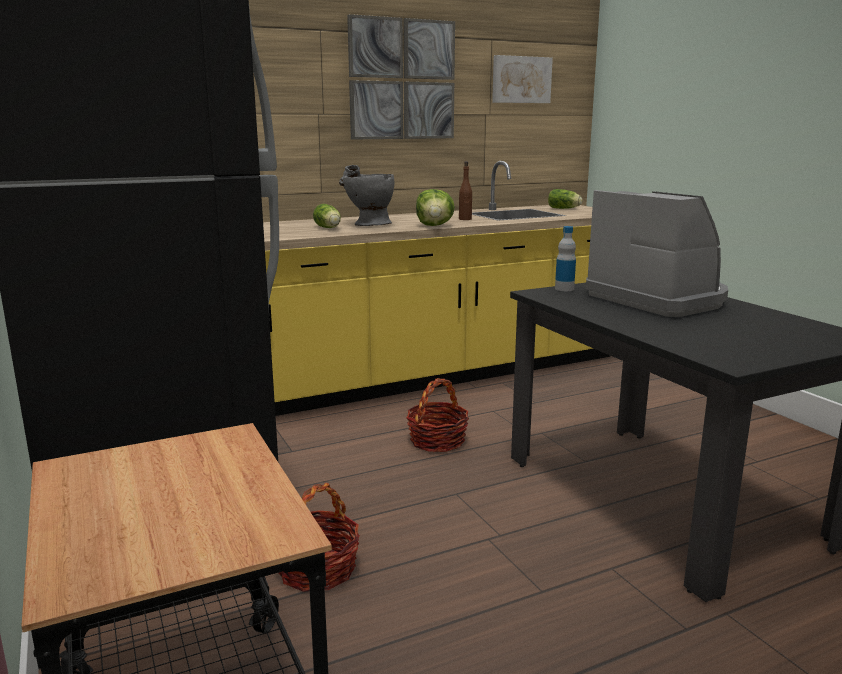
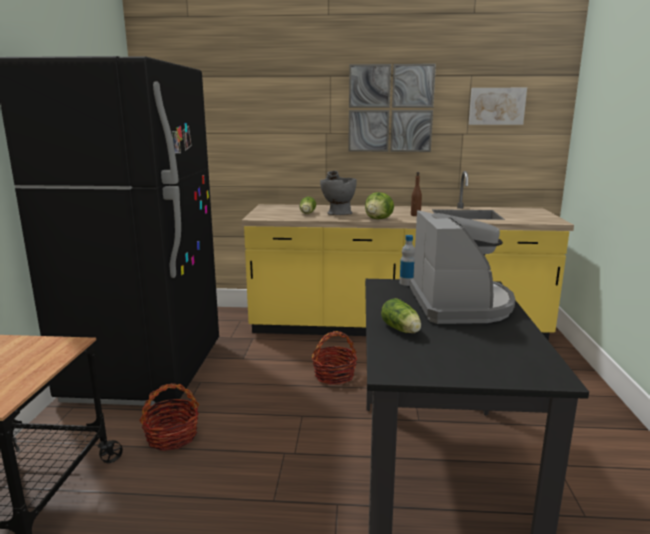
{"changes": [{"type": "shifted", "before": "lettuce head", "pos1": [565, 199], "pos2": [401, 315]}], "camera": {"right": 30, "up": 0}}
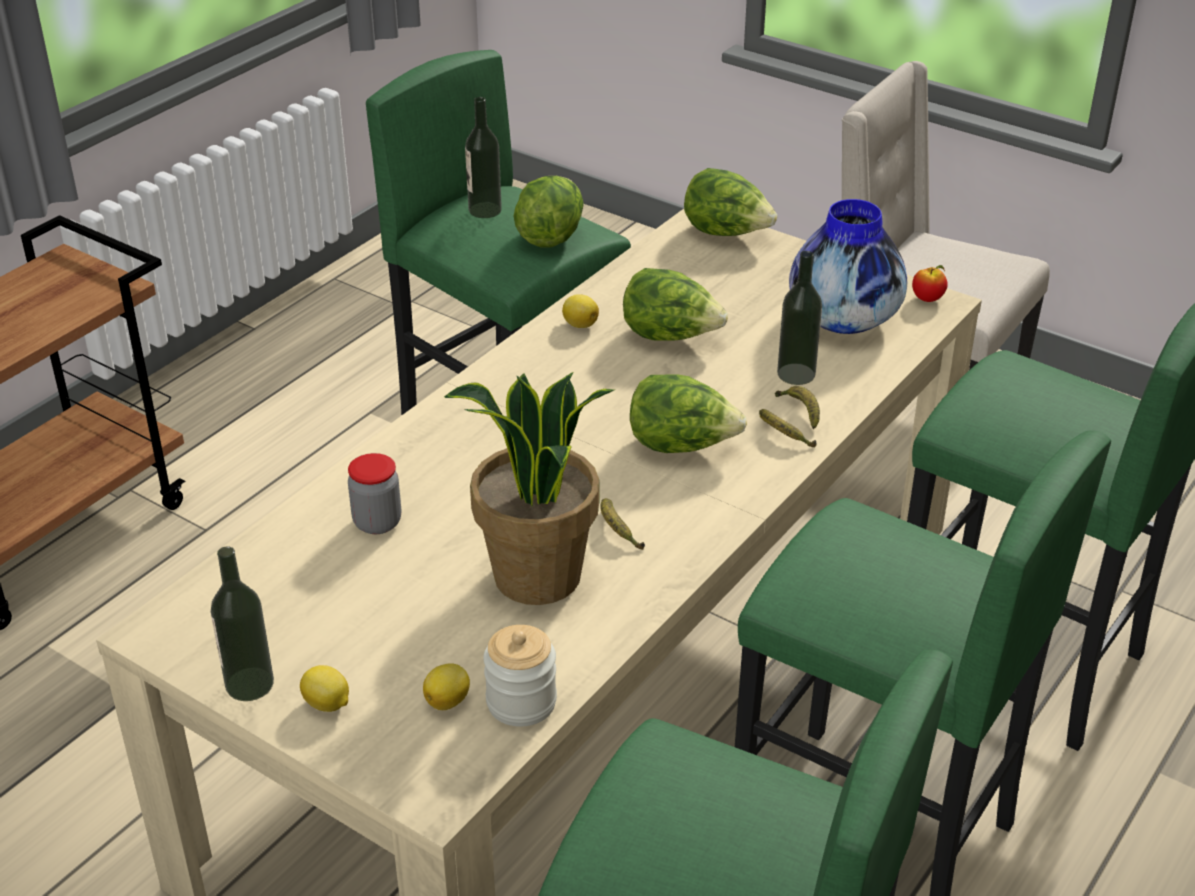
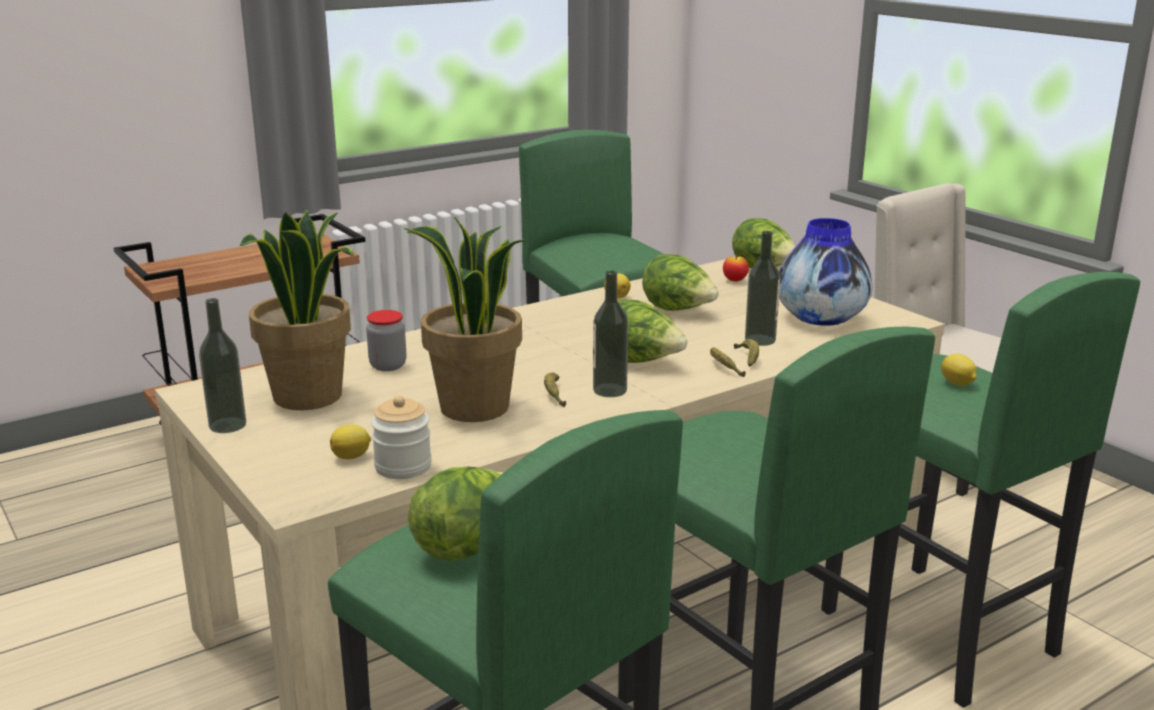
{"changes": [{"type": "new", "after": "potted plant", "pos2": [296, 310]}, {"type": "shifted", "before": "lettuce head", "pos1": [548, 212], "pos2": [455, 513]}, {"type": "shifted", "before": "drink bottle", "pos1": [483, 157], "pos2": [610, 333]}, {"type": "shifted", "before": "whole apple", "pos1": [930, 283], "pos2": [736, 267]}, {"type": "shifted", "before": "citrus fruit", "pos1": [324, 688], "pos2": [959, 370]}], "camera": {"right": 20, "up": -15}}
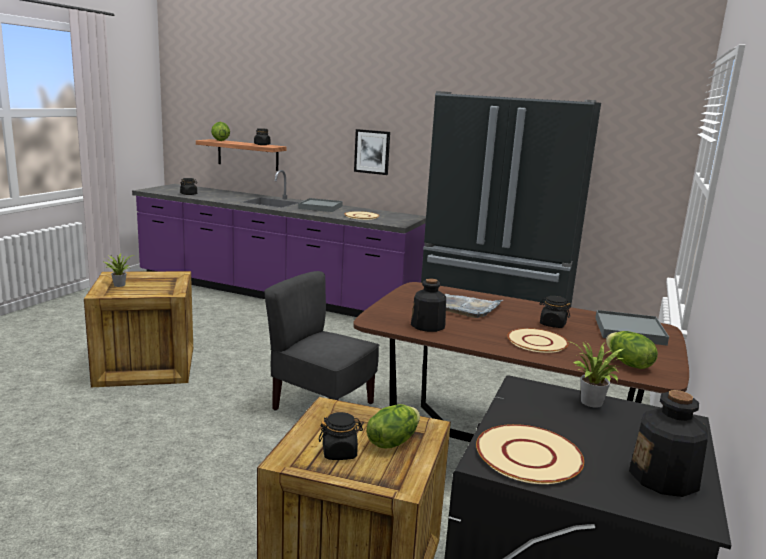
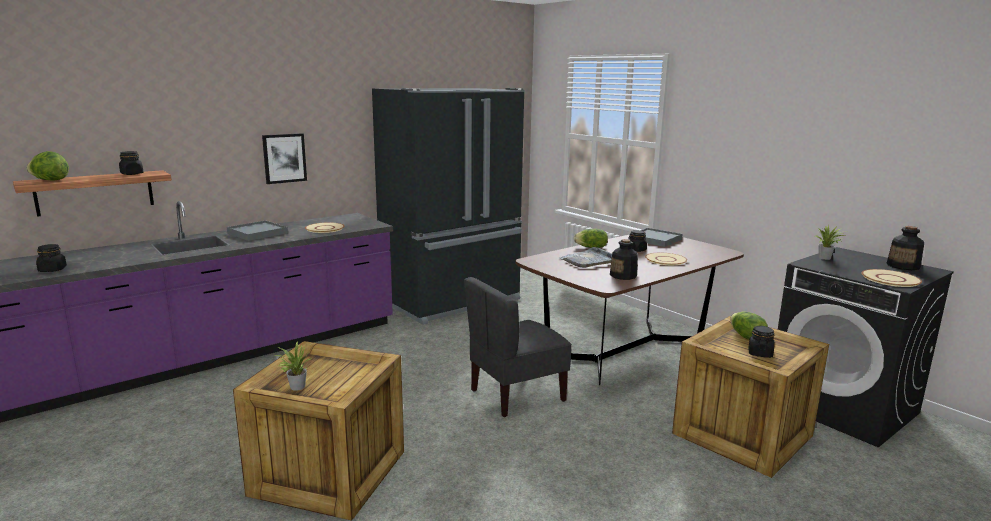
{"changes": [{"type": "shifted", "before": "lettuce head", "pos1": [632, 350], "pos2": [591, 238]}], "camera": {"right": -60, "up": 0}}
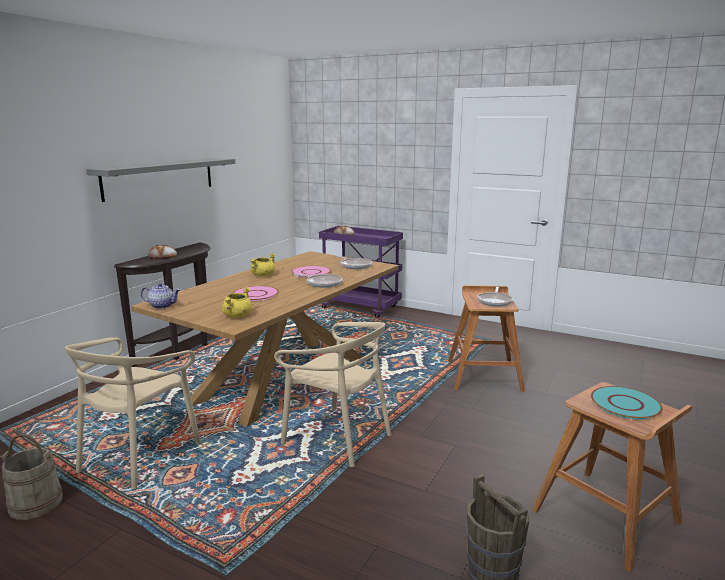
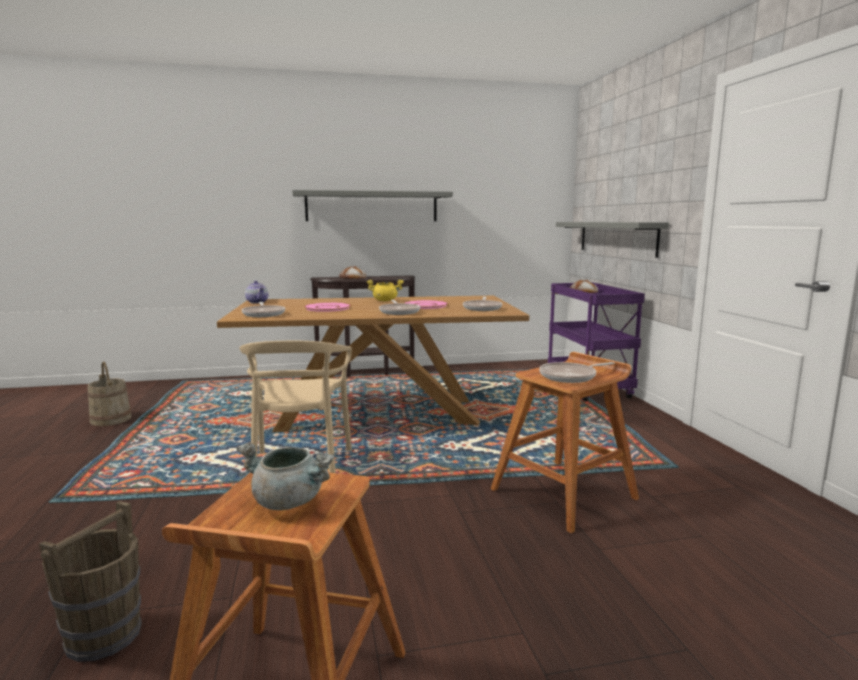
{"changes": [{"type": "swapped", "before": "dinner plate (blue-green)", "after": "stockpot (gray)", "pos1": [627, 402], "pos2": [286, 476]}, {"type": "swapped", "before": "stockpot (yellowish)", "after": "skillet", "pos1": [236, 302], "pos2": [263, 309]}, {"type": "new", "after": "shelf (gray)", "pos2": [612, 240]}, {"type": "gone", "before": "chair (beige-coloured)", "pos1": [133, 413]}], "camera": {"right": 50, "up": -5}}
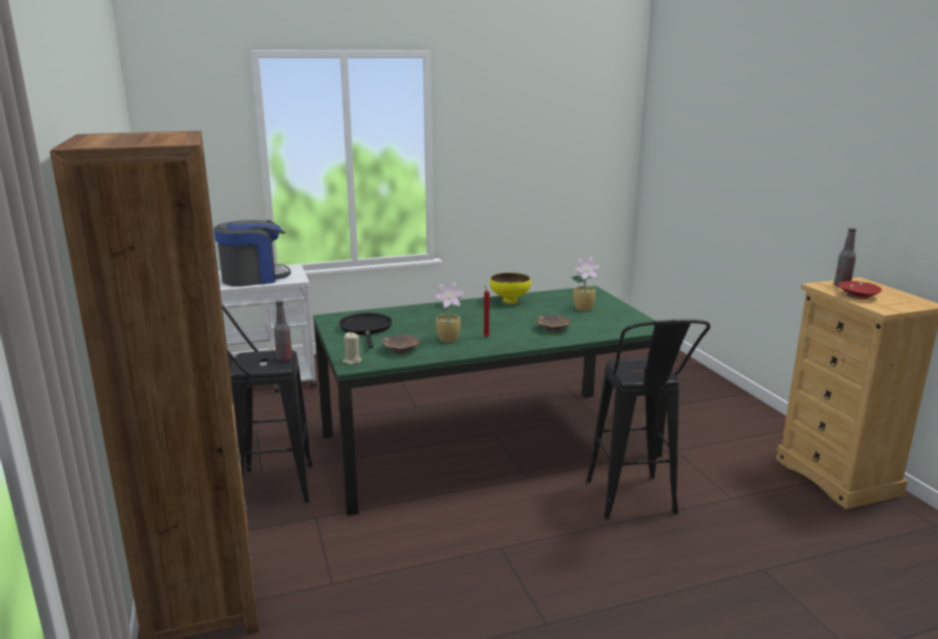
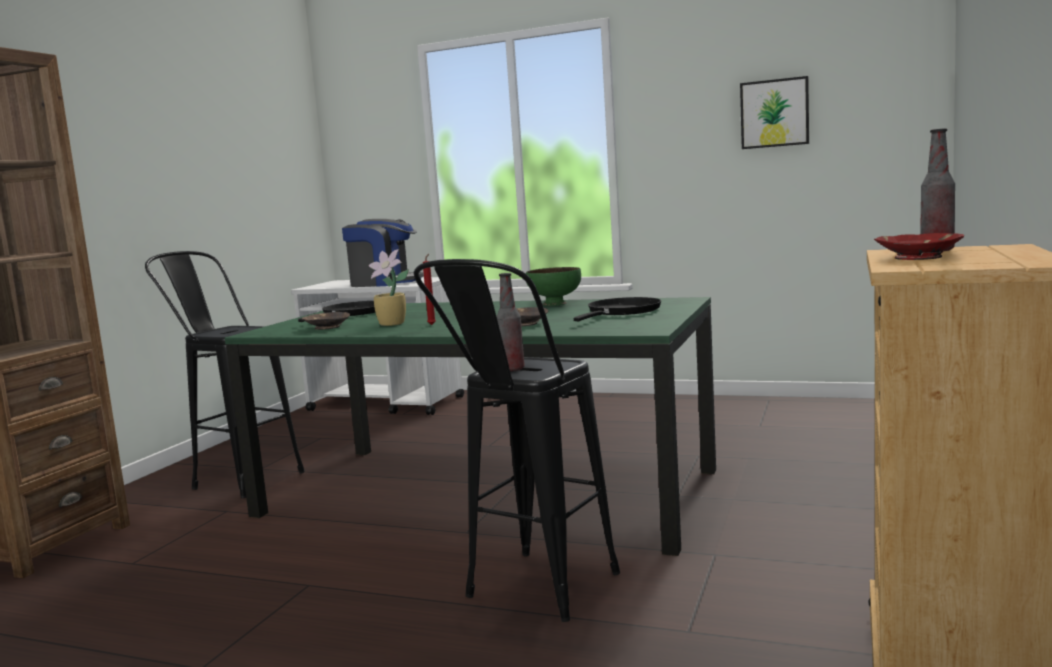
{"changes": [{"type": "shifted", "before": "drink bottle", "pos1": [283, 331], "pos2": [510, 322]}, {"type": "repainted", "before": "deep dish (yellowish)", "after": "deep dish (greenish)", "pos1": [510, 289], "pos2": [553, 286]}, {"type": "swapped", "before": "potted plant", "after": "skillet (blackish)", "pos1": [586, 284], "pos2": [617, 309]}, {"type": "new", "after": "wall art", "pos2": [774, 112]}, {"type": "gone", "before": "wax candle (beige-coloured)", "pos1": [352, 348]}], "camera": {"right": 40, "up": -10}}
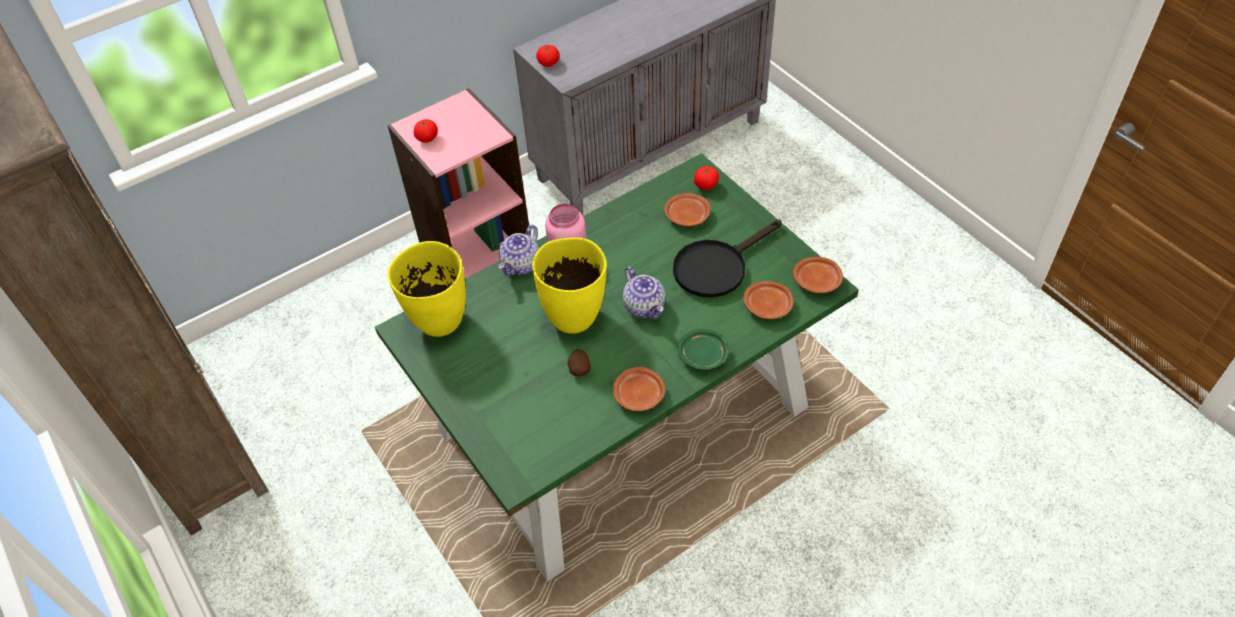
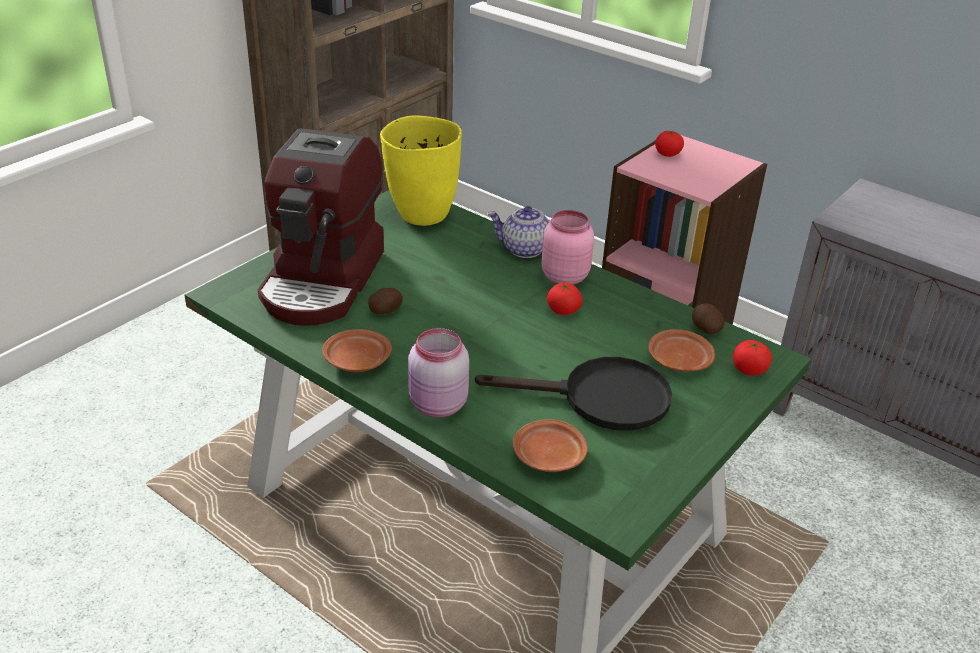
{"changes": [{"type": "new", "after": "coffee machine", "pos2": [321, 226]}, {"type": "swapped", "before": "dinner plate (greenish)", "after": "storage jar (pink-coloured)", "pos1": [703, 349], "pos2": [438, 372]}, {"type": "rotated", "before": "skillet (blackish)", "pos1": [727, 259], "pos2": [573, 394], "turn": 150}, {"type": "shifted", "before": "whole tomato", "pos1": [548, 56], "pos2": [564, 298]}, {"type": "new", "after": "potato", "pos2": [708, 319]}, {"type": "gone", "before": "decorative vase (yellowish)", "pos1": [569, 285]}, {"type": "gone", "before": "pot for tea", "pos1": [644, 292]}, {"type": "gone", "before": "dinner plate (brownish)", "pos1": [818, 275]}], "camera": {"right": 70, "up": -15}}
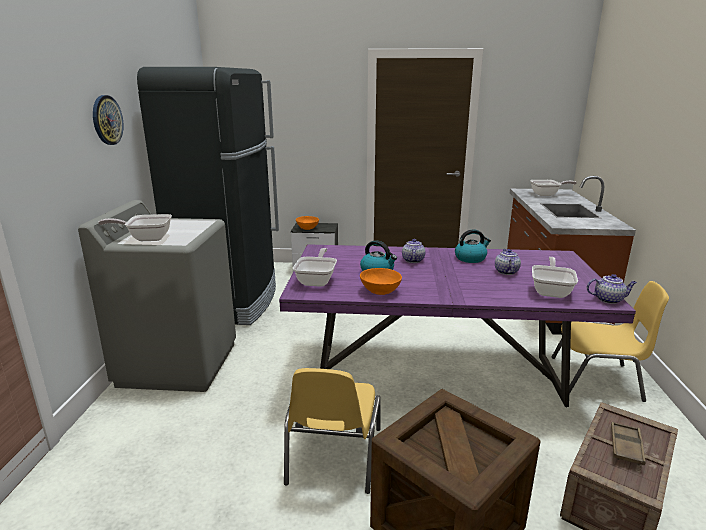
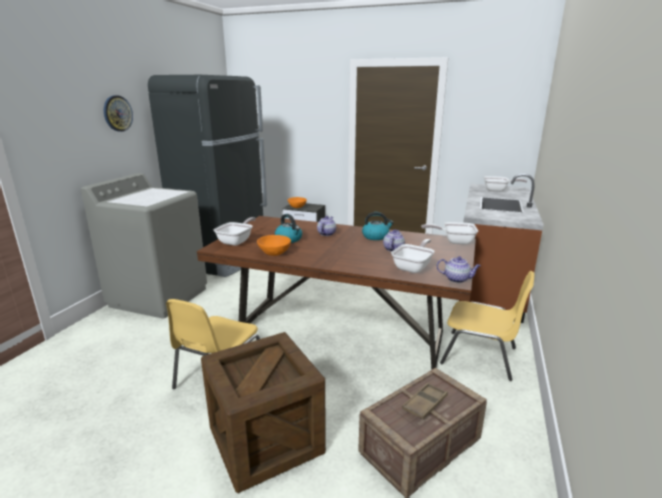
{"changes": [{"type": "repainted", "before": "dining table (purple-coloured)", "after": "dining table (brownish)", "pos1": [457, 325], "pos2": [336, 293]}, {"type": "shifted", "before": "skillet", "pos1": [135, 227], "pos2": [449, 233]}], "camera": {"right": 15, "up": 0}}
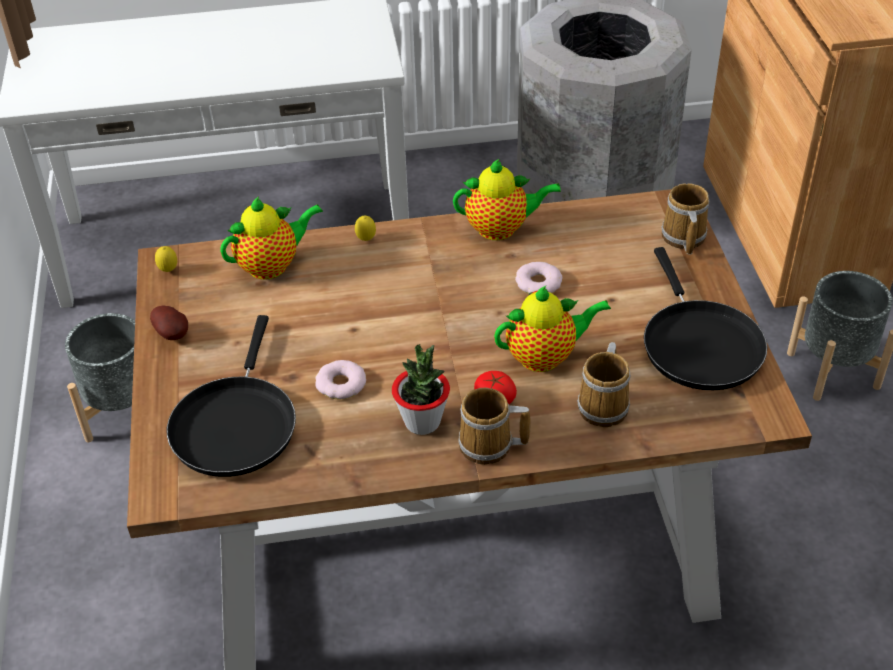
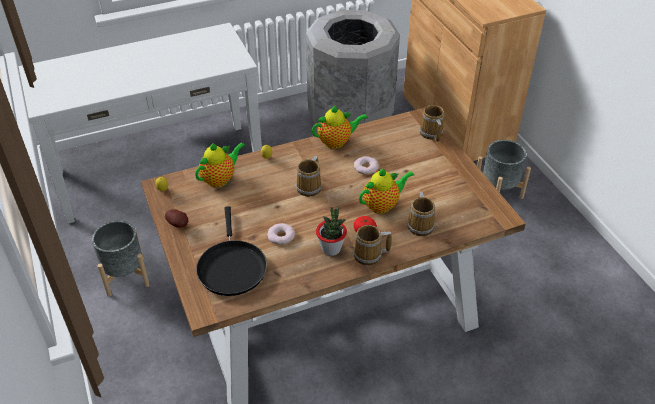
{"changes": [{"type": "new", "after": "coffee mug", "pos2": [309, 176]}, {"type": "gone", "before": "skillet (blackish)", "pos1": [705, 318]}], "camera": {"right": -15, "up": 0}}
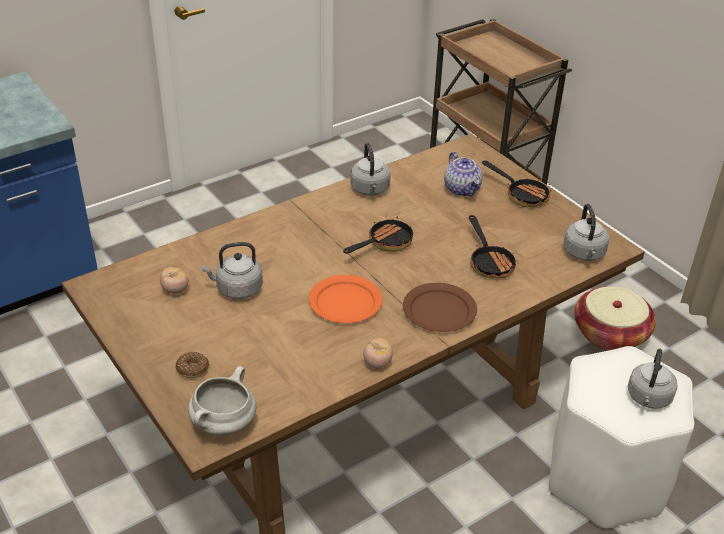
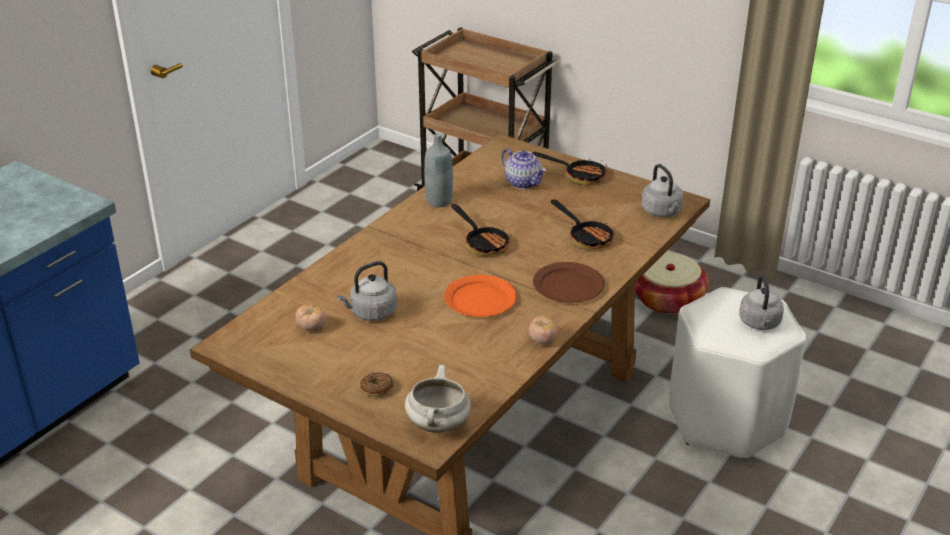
{"changes": [{"type": "swapped", "before": "kettle (gray)", "after": "drink bottle (gray)", "pos1": [370, 169], "pos2": [438, 170]}, {"type": "rotated", "before": "skillet", "pos1": [378, 235], "pos2": [481, 230], "turn": 120}], "camera": {"right": -20, "up": -5}}
